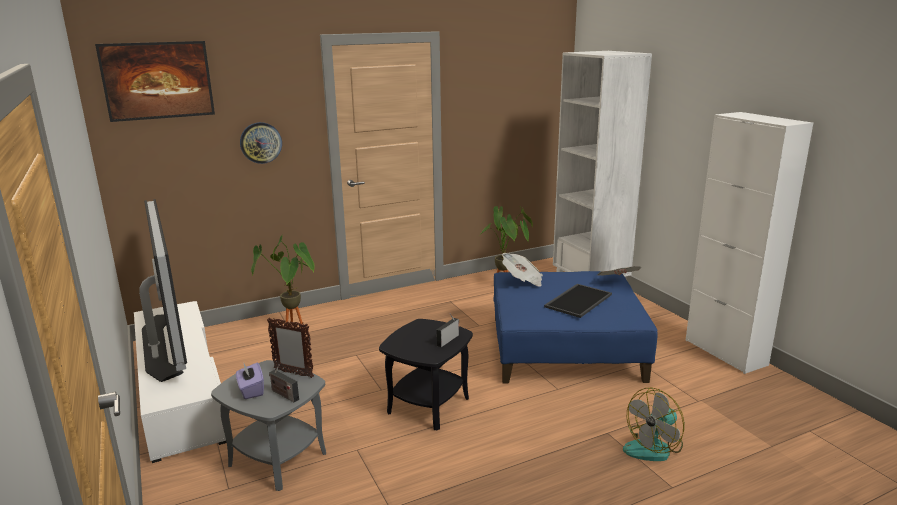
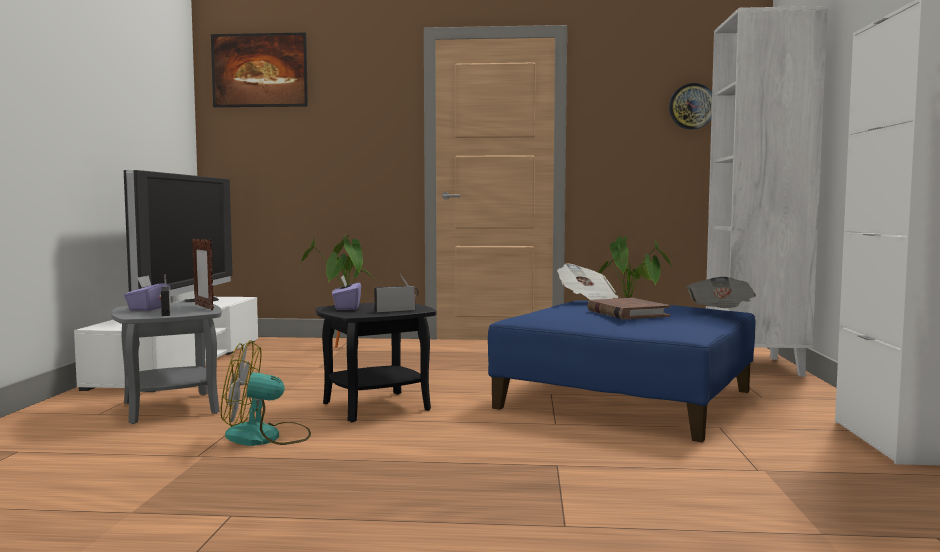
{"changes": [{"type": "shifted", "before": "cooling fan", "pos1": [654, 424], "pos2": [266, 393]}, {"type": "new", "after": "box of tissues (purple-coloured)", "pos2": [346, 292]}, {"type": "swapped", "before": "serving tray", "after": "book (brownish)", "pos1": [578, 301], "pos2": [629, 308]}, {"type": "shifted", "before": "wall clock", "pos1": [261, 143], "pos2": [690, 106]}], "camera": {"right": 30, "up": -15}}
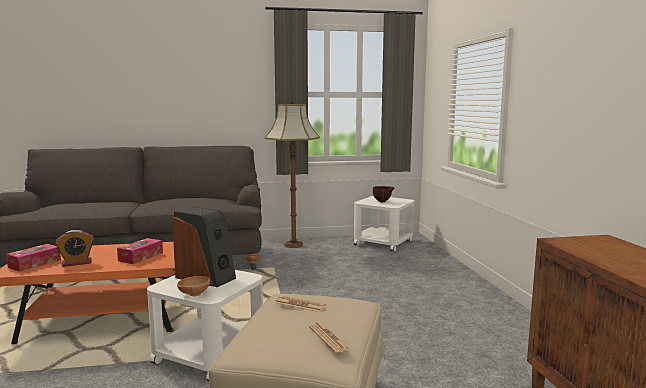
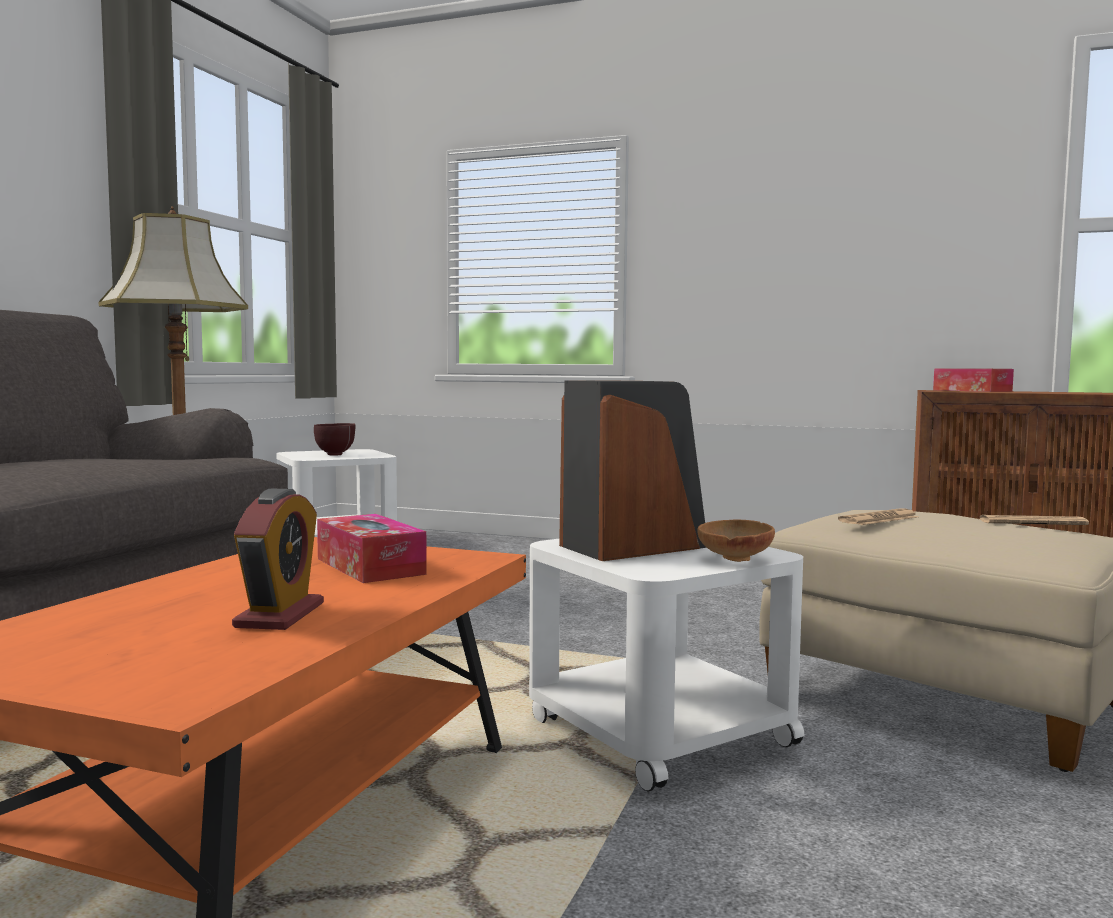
{"changes": [{"type": "shifted", "before": "box of tissues", "pos1": [33, 258], "pos2": [973, 380]}], "camera": {"right": -60, "up": -5}}
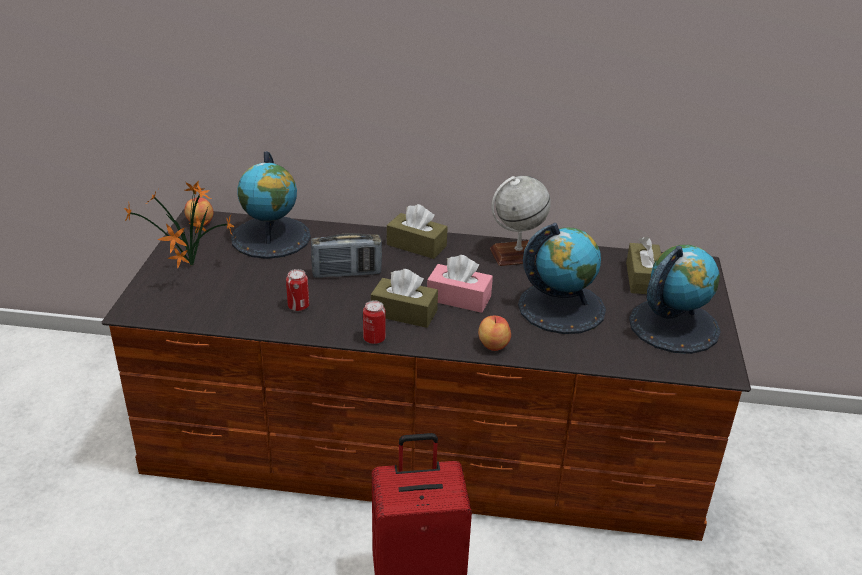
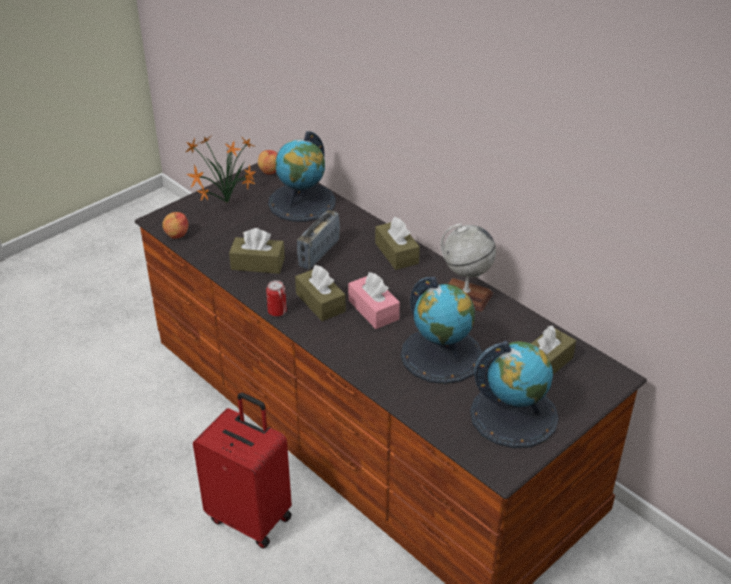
{"changes": [{"type": "shifted", "before": "whole apple", "pos1": [494, 333], "pos2": [175, 225]}, {"type": "swapped", "before": "can", "after": "box of tissues (brownish)", "pos1": [297, 290], "pos2": [257, 251]}, {"type": "rotated", "before": "radio", "pos1": [346, 255], "pos2": [318, 240], "turn": 90}], "camera": {"right": 40, "up": 5}}
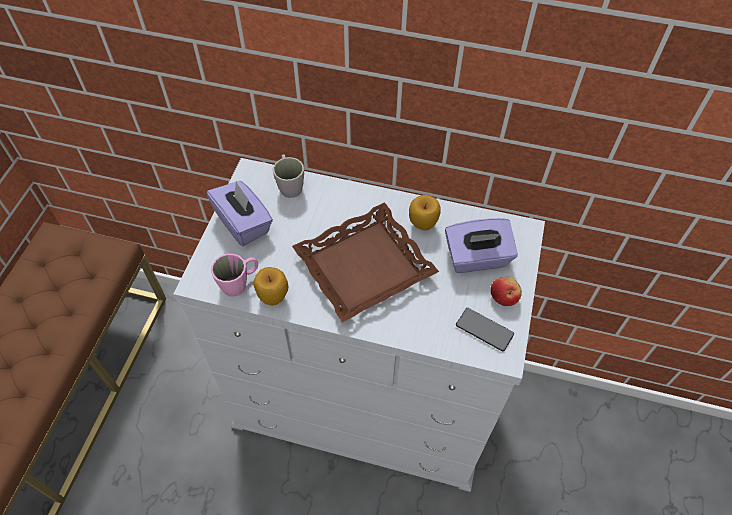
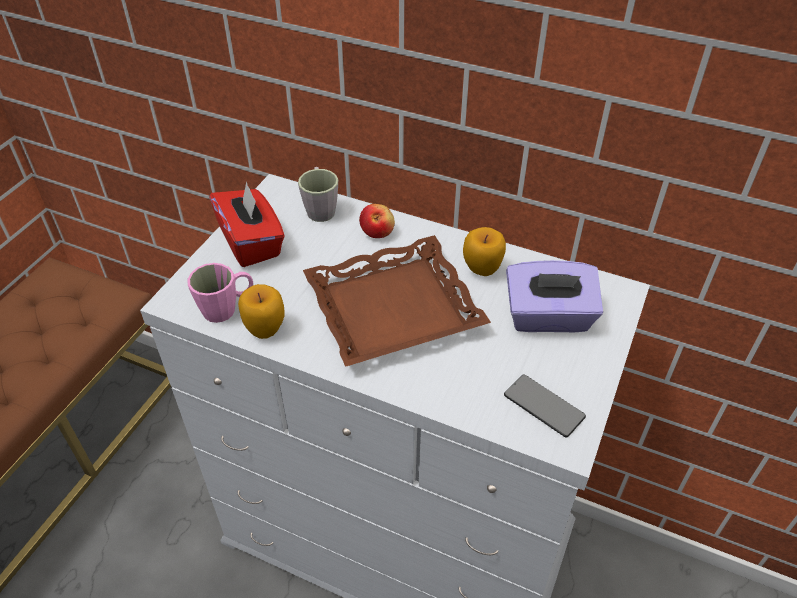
{"changes": [{"type": "repainted", "before": "box of tissues (purple-coloured)", "after": "box of tissues (red)", "pos1": [239, 213], "pos2": [247, 224]}, {"type": "shifted", "before": "whole apple", "pos1": [506, 291], "pos2": [377, 221]}], "camera": {"right": 10, "up": -10}}
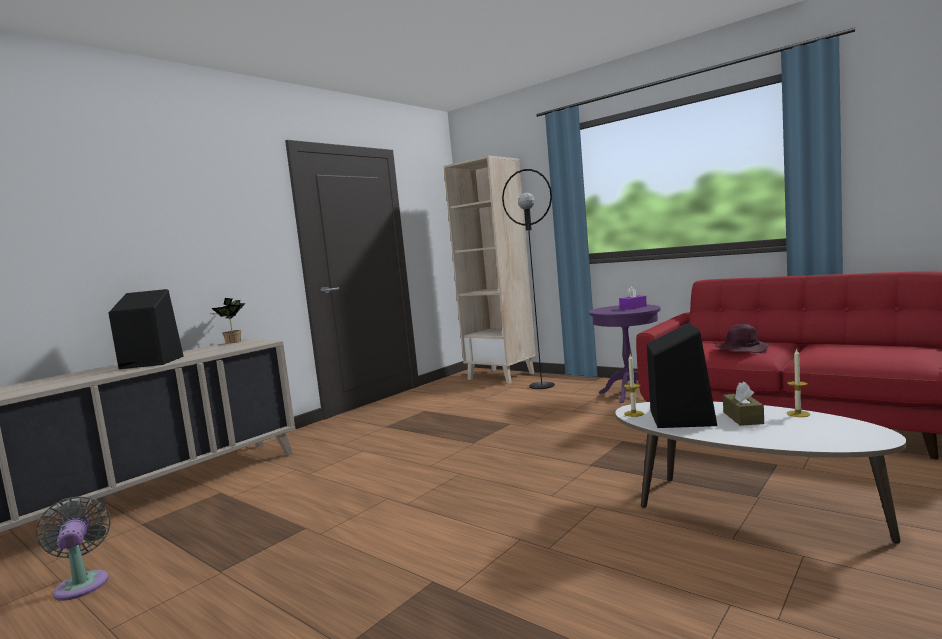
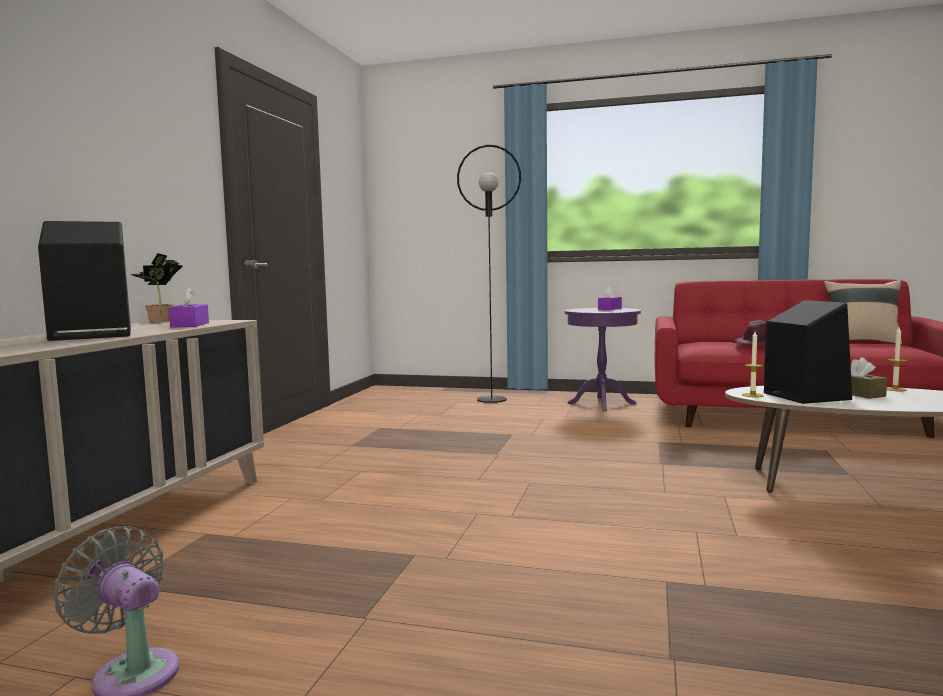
{"changes": [{"type": "new", "after": "box of tissues (purple-coloured)", "pos2": [189, 307]}, {"type": "new", "after": "throw pillow (beige-coloured)", "pos2": [863, 312]}, {"type": "gone", "before": "shelving unit (beige-coloured)", "pos1": [489, 269]}], "camera": {"right": -25, "up": 0}}
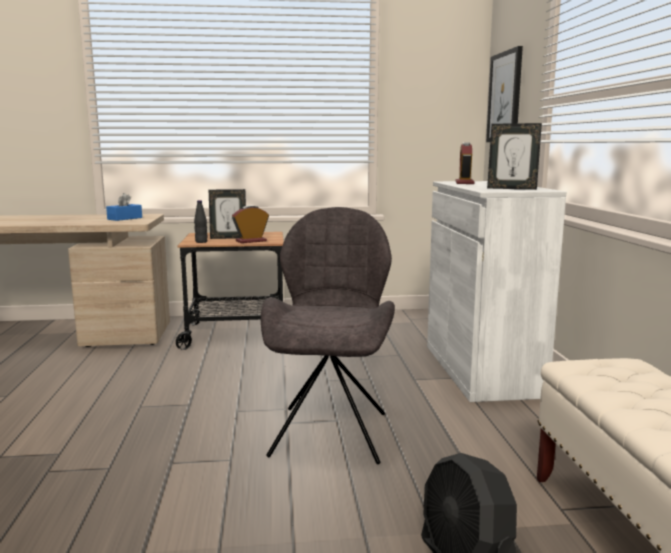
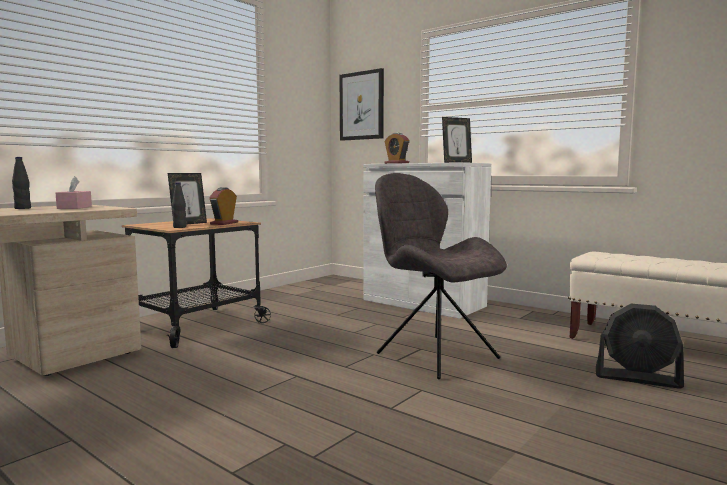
{"changes": [{"type": "new", "after": "drink bottle (blackish)", "pos2": [21, 183]}, {"type": "repainted", "before": "box of tissues (blue)", "after": "box of tissues (pink-coloured)", "pos1": [124, 207], "pos2": [74, 192]}], "camera": {"right": -45, "up": -5}}
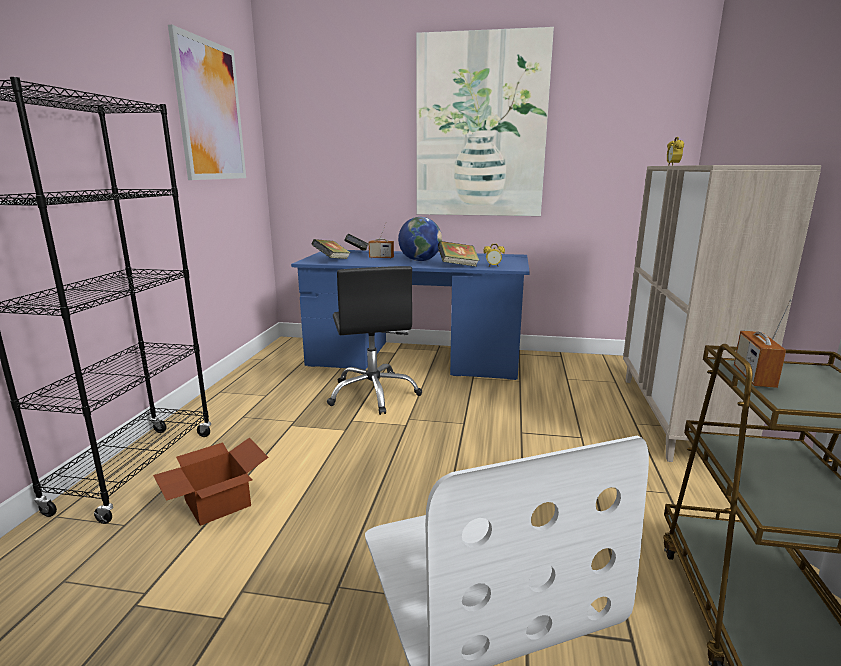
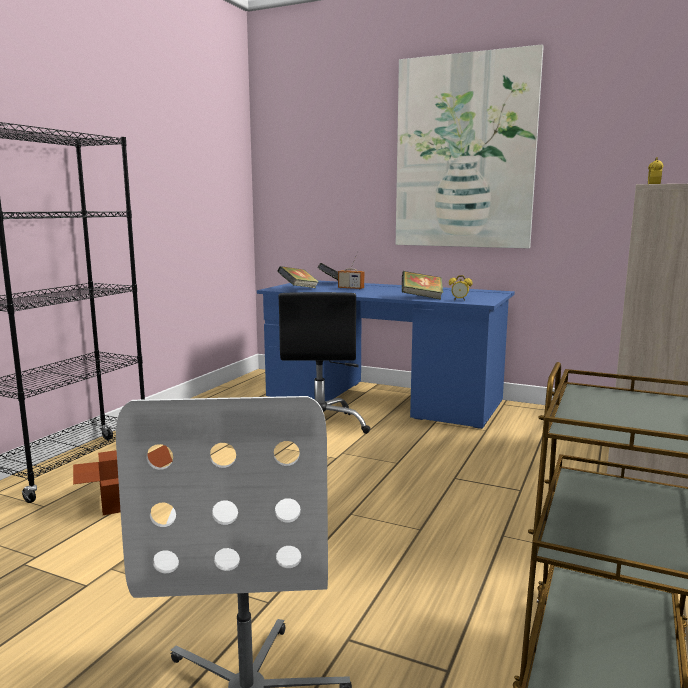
{"changes": [{"type": "gone", "before": "wall art", "pos1": [207, 102]}, {"type": "gone", "before": "desk globe", "pos1": [420, 239]}, {"type": "gone", "before": "radio", "pos1": [763, 343]}], "camera": {"right": 15, "up": -5}}
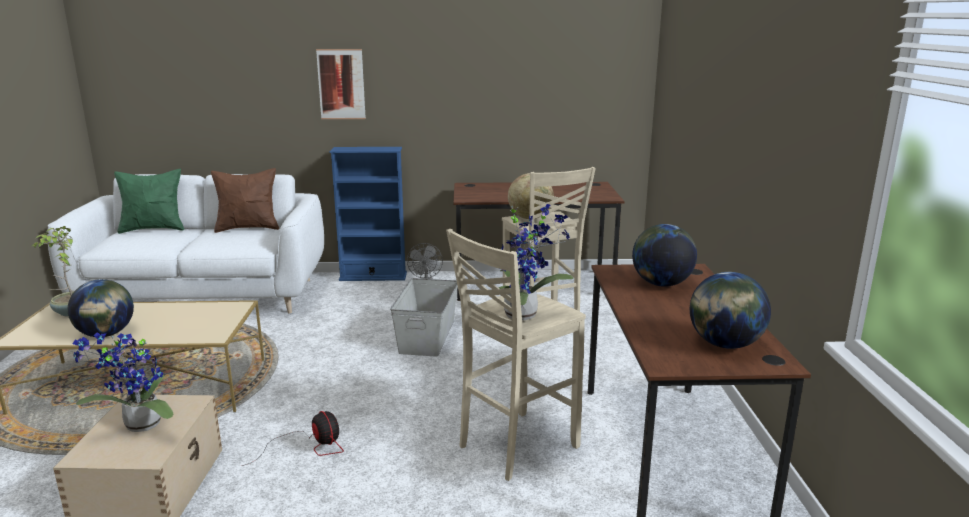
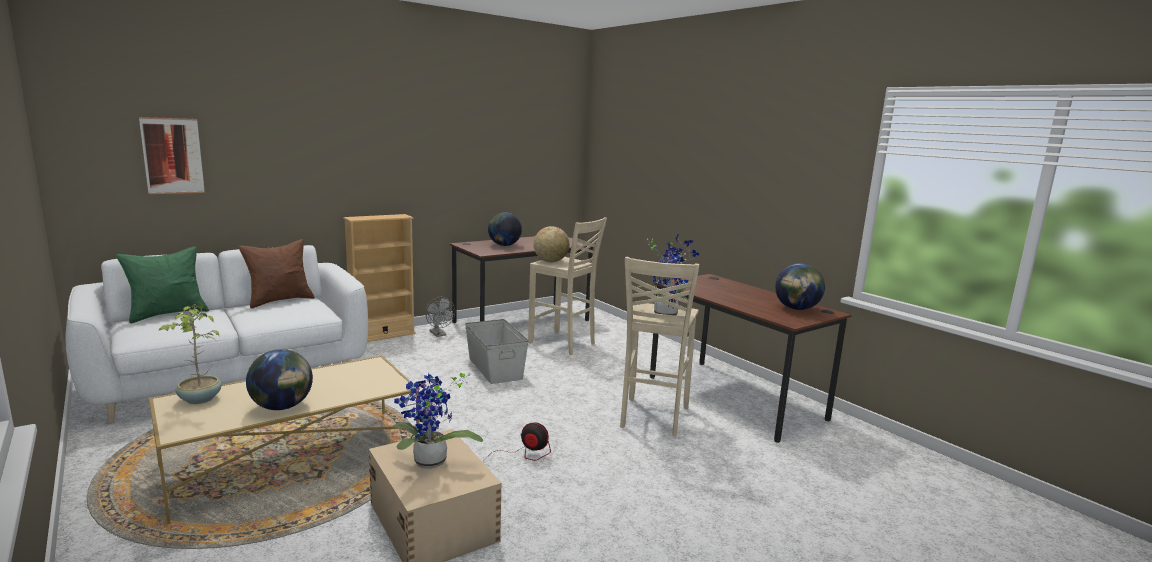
{"changes": [{"type": "shifted", "before": "wall art", "pos1": [341, 84], "pos2": [172, 155]}, {"type": "repainted", "before": "shelving unit (blue)", "after": "shelving unit (beige-coloured)", "pos1": [368, 214], "pos2": [379, 278]}, {"type": "shifted", "before": "desk globe", "pos1": [664, 255], "pos2": [505, 229]}], "camera": {"right": -35, "up": -5}}
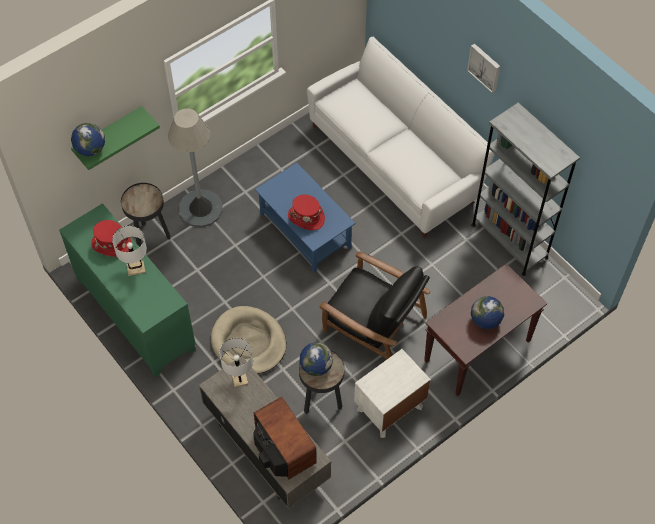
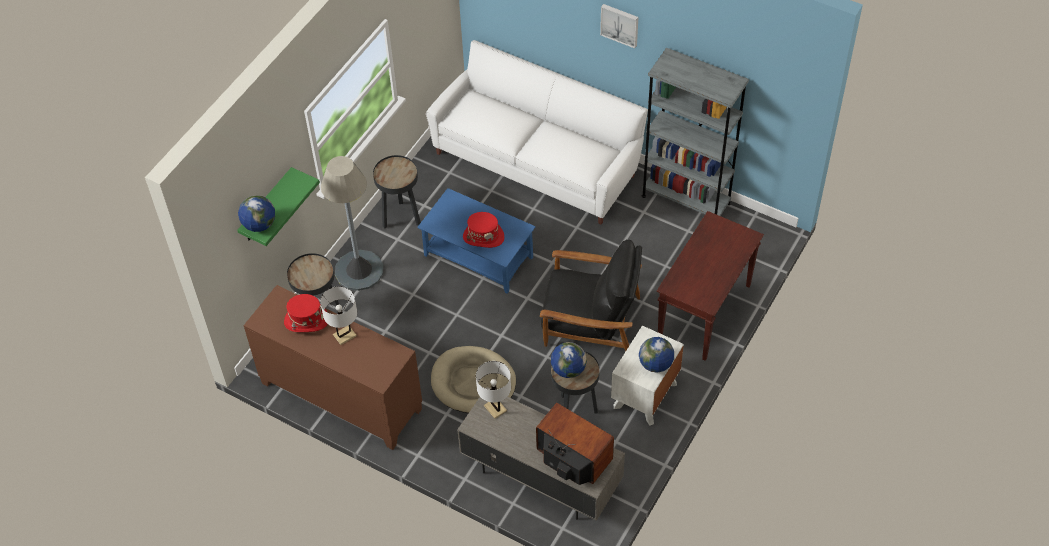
{"changes": [{"type": "repainted", "before": "cabinet (greenish)", "after": "cabinet (brownish)", "pos1": [127, 290], "pos2": [332, 367]}, {"type": "new", "after": "side table (blackish)", "pos2": [397, 192]}, {"type": "shifted", "before": "desk globe", "pos1": [487, 312], "pos2": [656, 355]}], "camera": {"right": -20, "up": -5}}
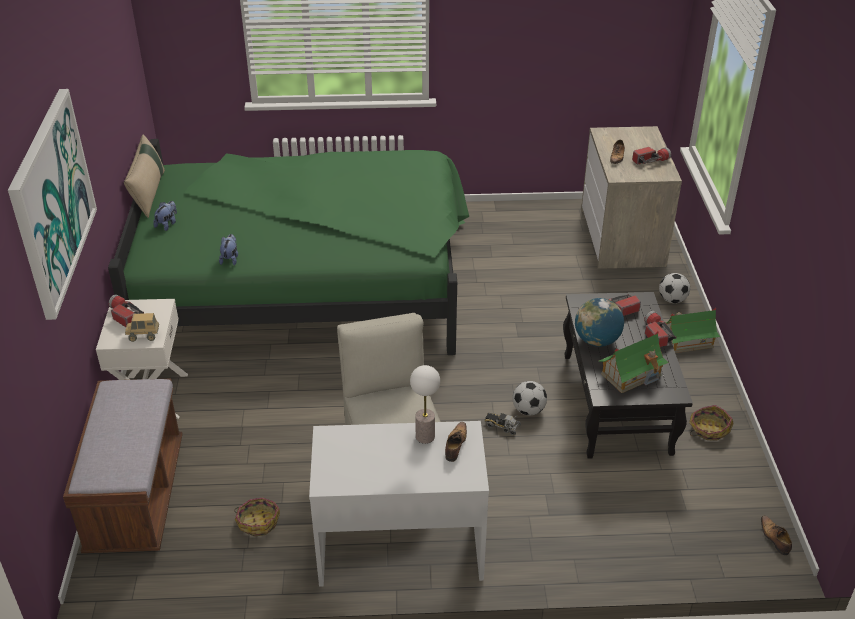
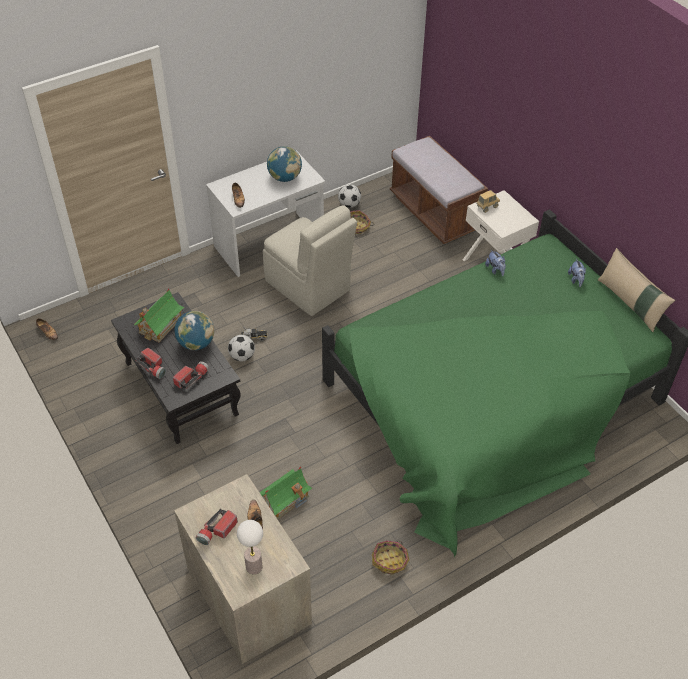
{"changes": [{"type": "shifted", "before": "table lamp", "pos1": [425, 404], "pos2": [250, 547]}, {"type": "shifted", "before": "model house", "pos1": [692, 330], "pos2": [286, 493]}, {"type": "new", "after": "desk globe", "pos2": [284, 164]}, {"type": "shifted", "before": "ball for football", "pos1": [674, 288], "pos2": [349, 196]}, {"type": "shifted", "before": "basket", "pos1": [711, 423], "pos2": [390, 558]}, {"type": "gone", "before": "wall art", "pos1": [52, 204]}, {"type": "gone", "before": "hand torch", "pos1": [126, 310]}], "camera": {"right": 150, "up": 10}}
